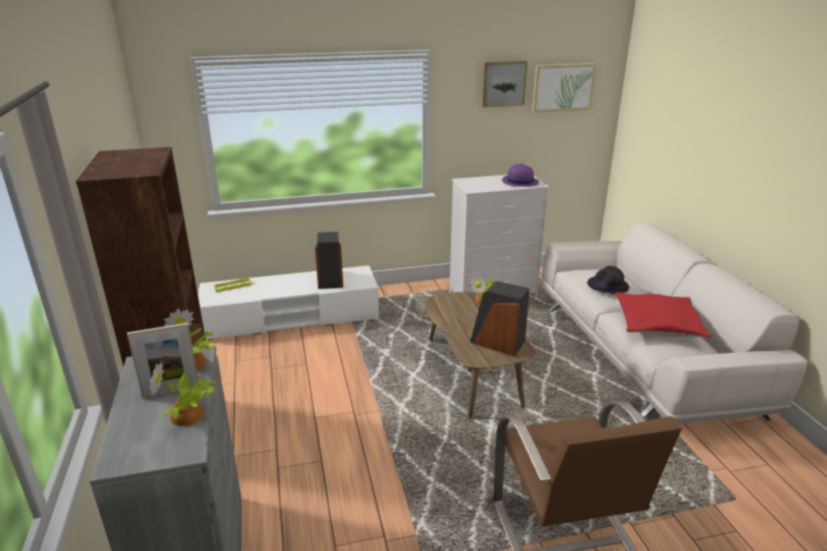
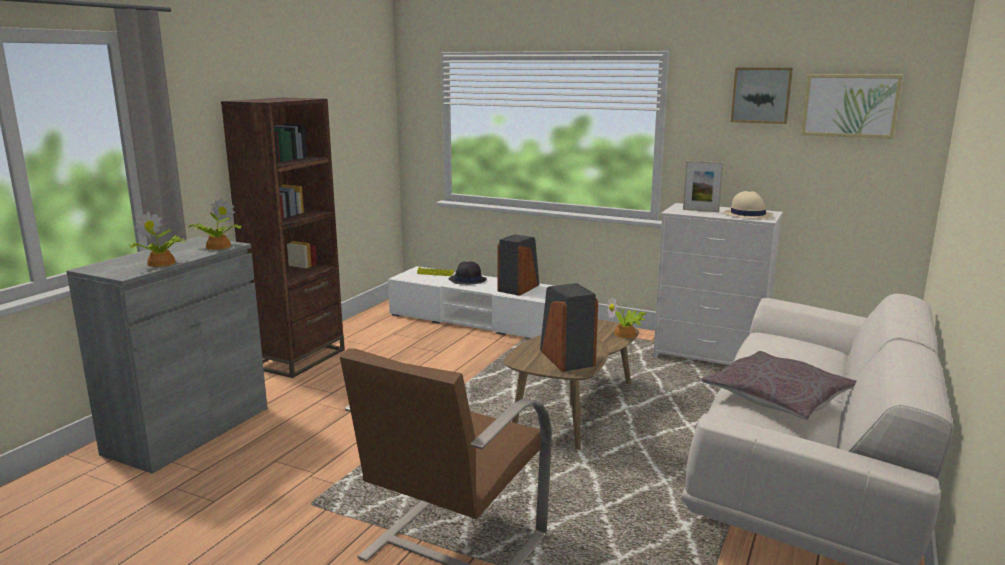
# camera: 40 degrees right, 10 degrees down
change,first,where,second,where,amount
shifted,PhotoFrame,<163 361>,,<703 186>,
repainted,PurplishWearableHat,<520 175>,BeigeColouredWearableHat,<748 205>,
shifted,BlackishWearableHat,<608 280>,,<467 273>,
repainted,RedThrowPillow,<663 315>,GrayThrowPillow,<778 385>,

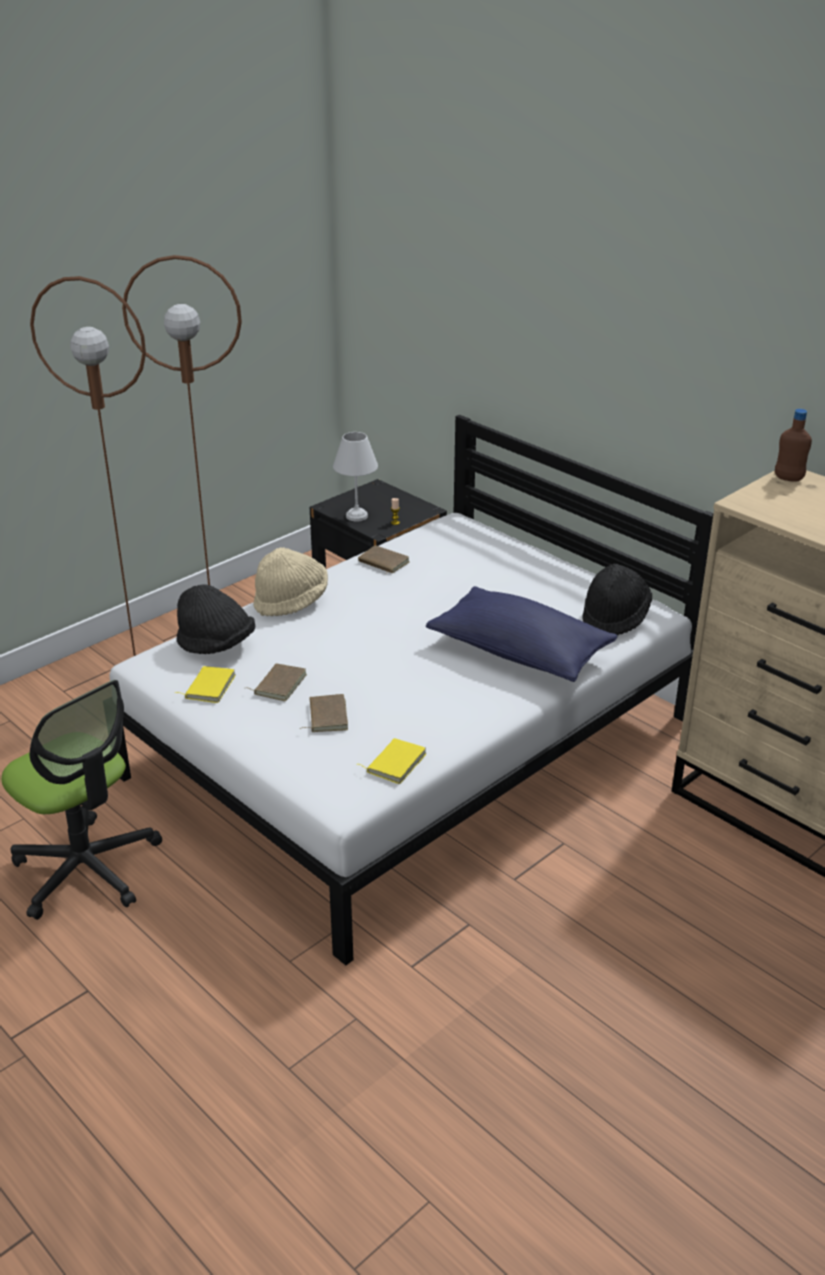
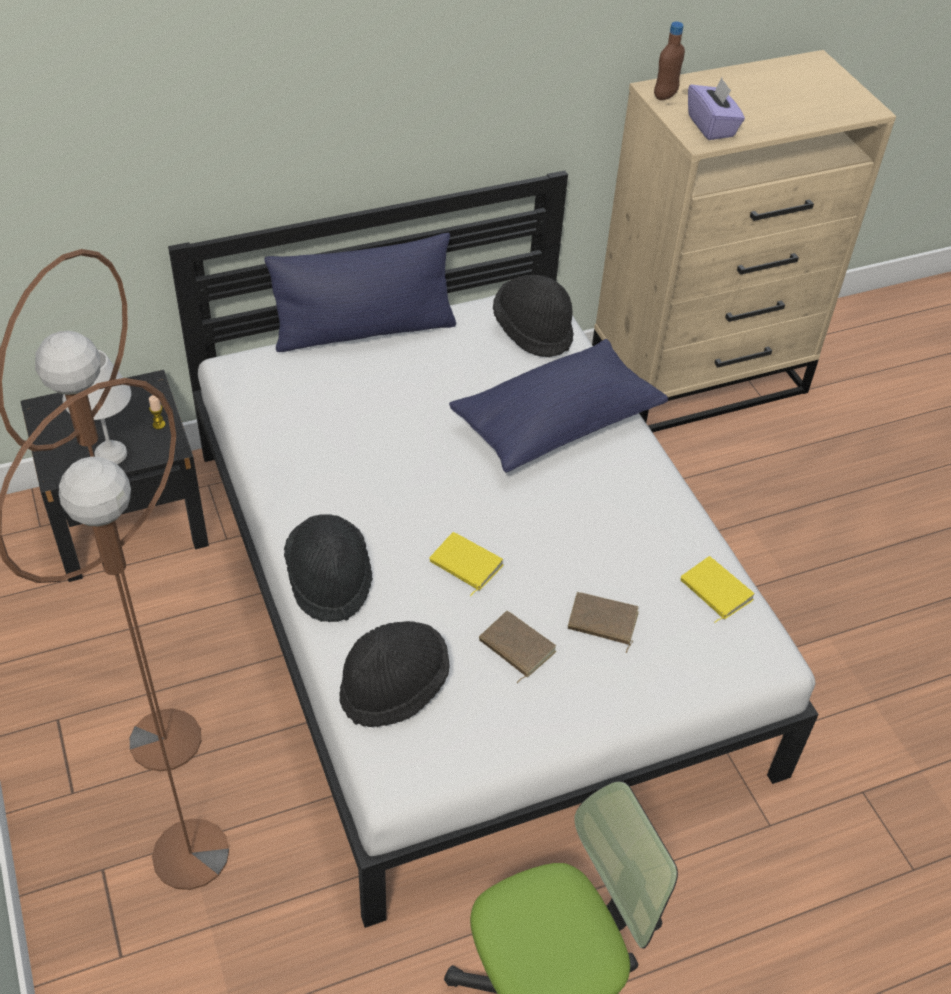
# camera: 70 degrees left, 15 degrees up
change,first,where,second,where,amount
shifted,YellowBook,<205 684>,,<466 564>,
repainted,BeigeColouredWearableHat,<290 581>,BlackishWearableHat,<328 568>,
gone,BrownishBook,<384 559>,,,
new,,,BlueThrowPillow,<360 292>,
new,,,PurplishTissueBox,<716 109>,

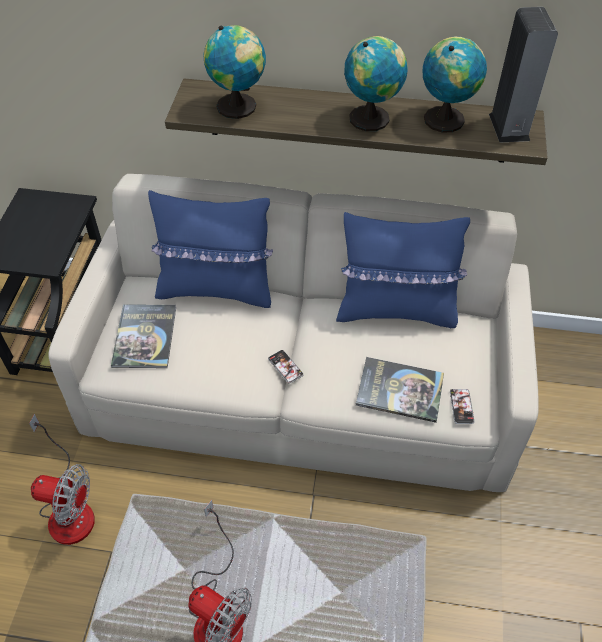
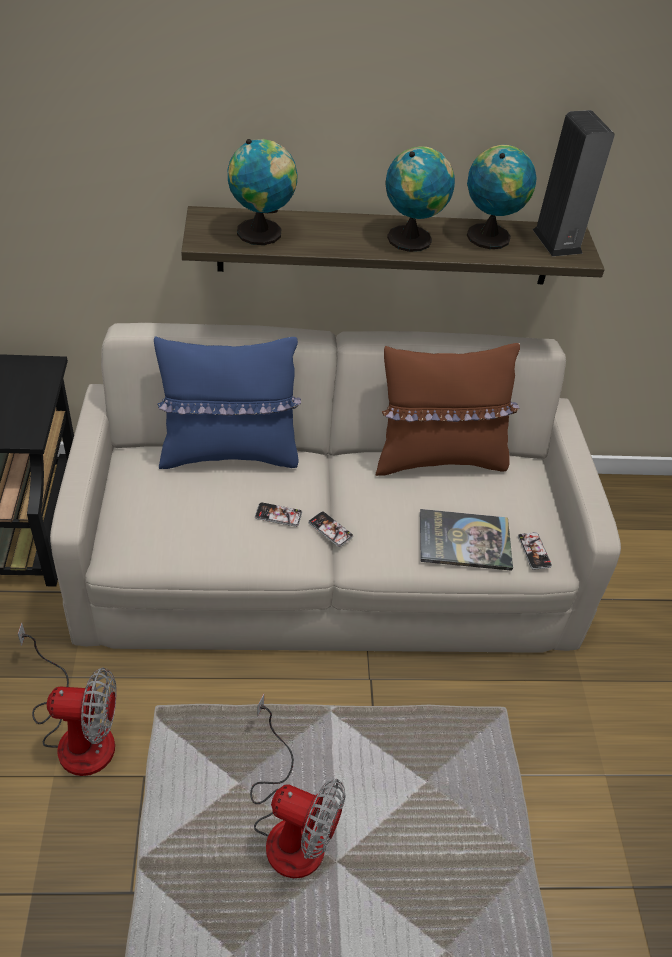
# camera: 15 degrees left, 5 degrees down
change,first,where,second,where,amount
gone,Book,<143 336>,,,
repainted,BlueThrowPillow,<403 270>,BrownishThrowPillow,<448 409>,
new,,,Phone,<278 514>,

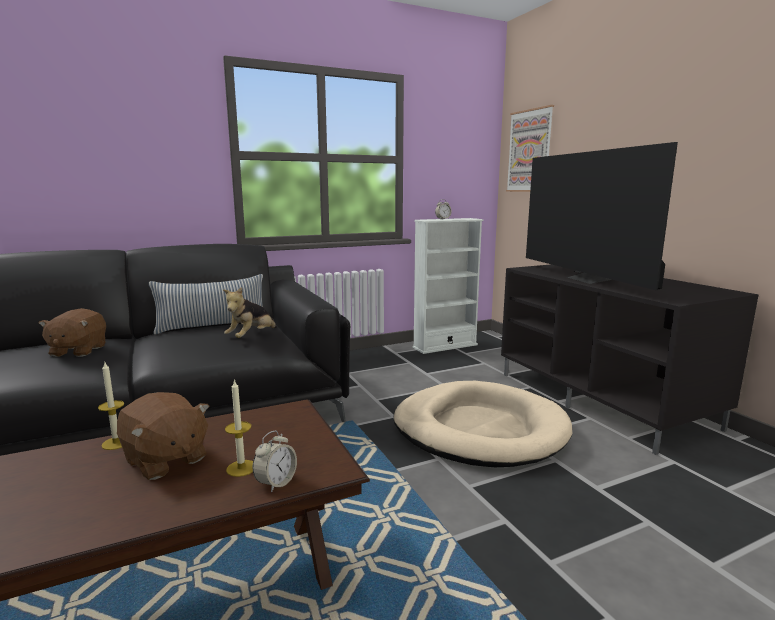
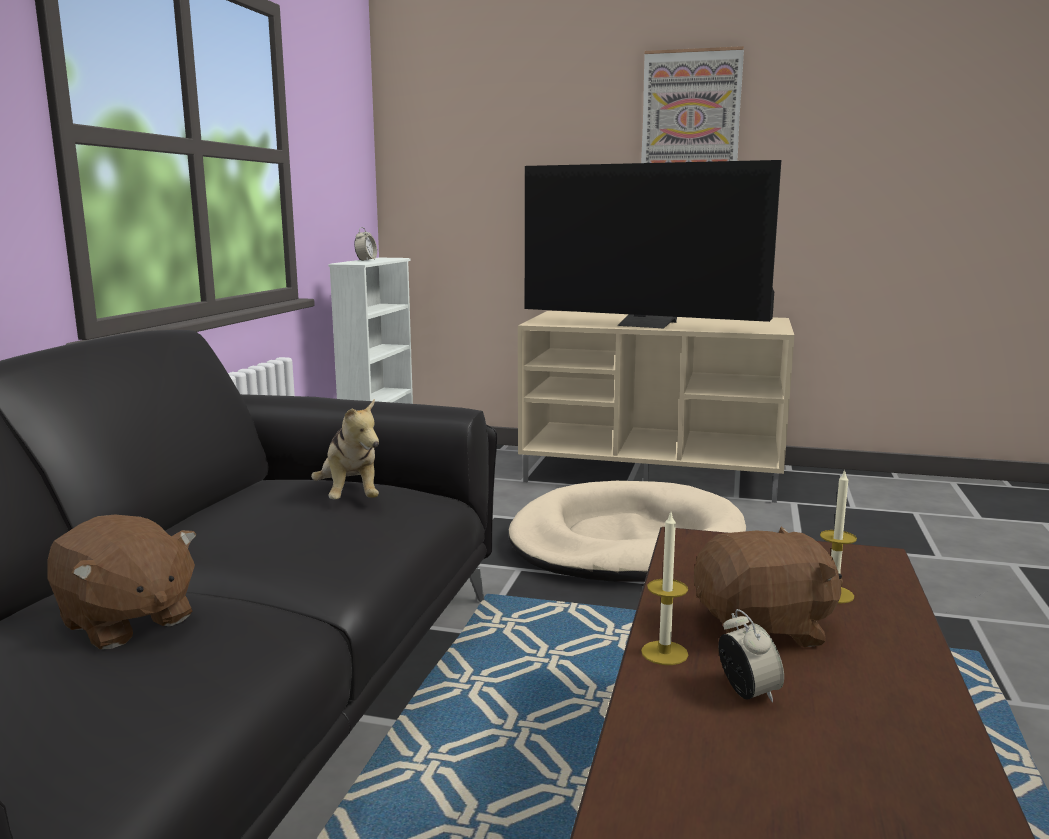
# camera: 50 degrees left, 0 degrees up
change,first,where,second,where,amount
gone,ThrowPillow,<206 304>,,,
shifted,BedsideClock,<275 462>,,<751 656>,
repainted,BlackishTvUnit,<630 359>,BeigeColouredTvUnit,<656 407>,
shifted,WallPicture,<530 148>,,<692 104>,

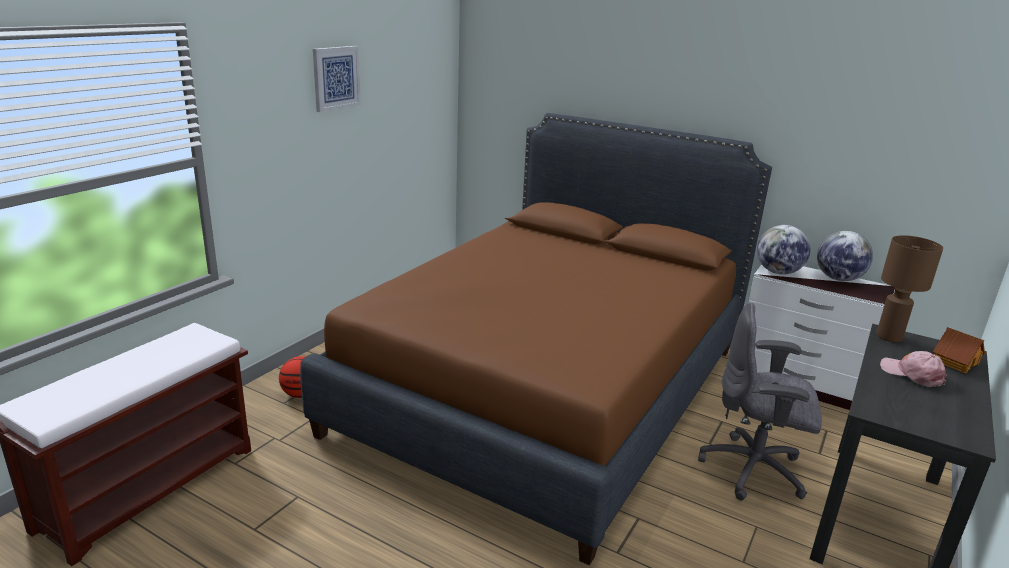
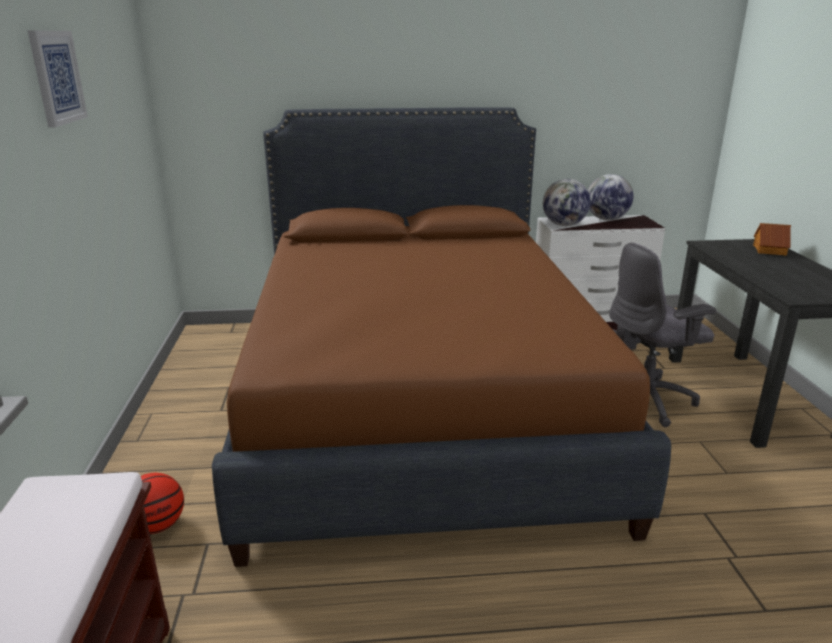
# camera: 35 degrees left, 0 degrees up
change,first,where,second,where,amount
gone,BrownishLampForATable,<909 288>,,,
gone,PinkCap,<913 369>,,,

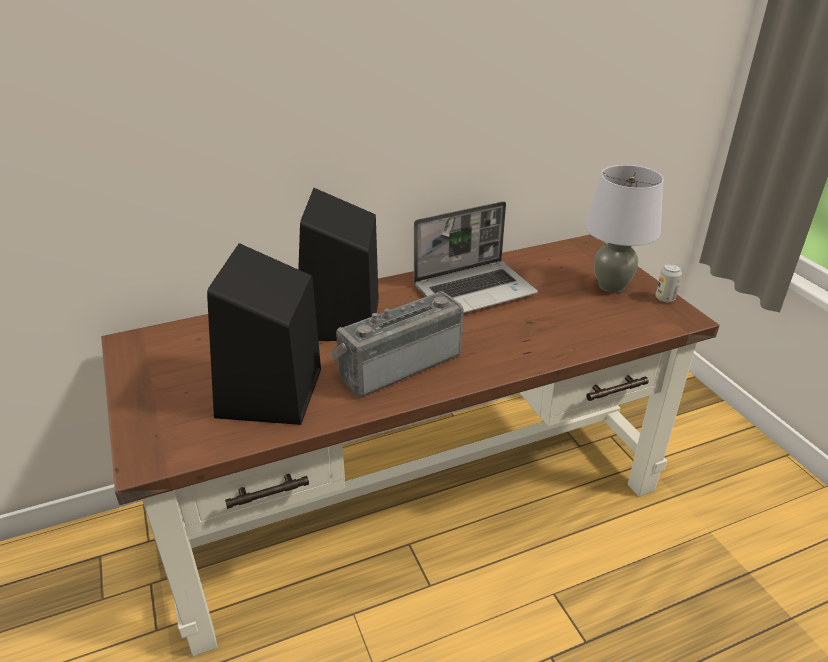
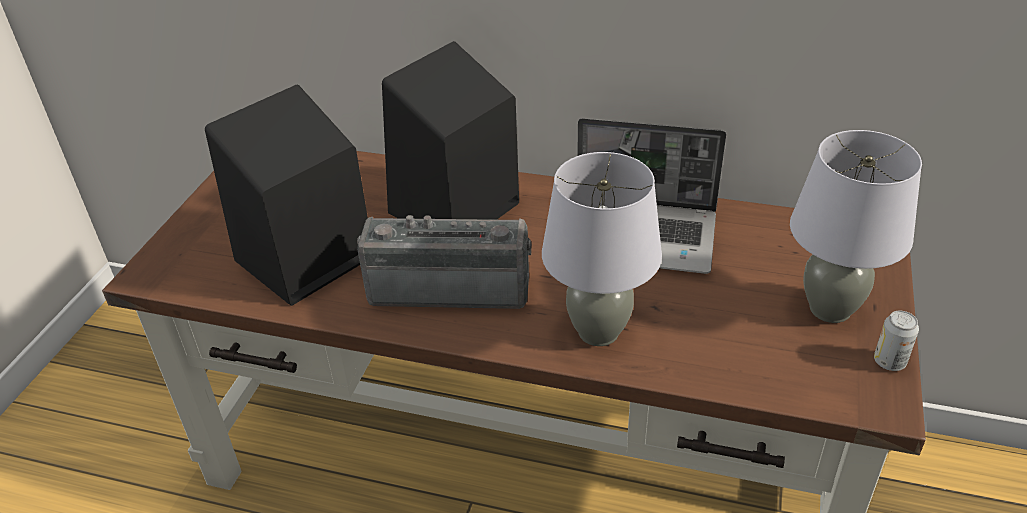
# camera: 40 degrees right, 5 degrees up
change,first,where,second,where,amount
new,,,GrayLampForATable,<602 249>,

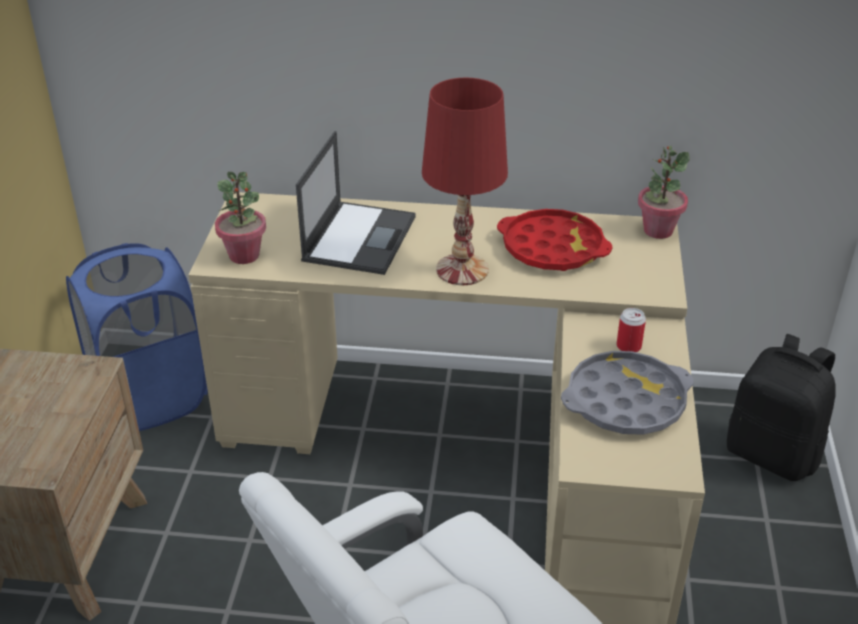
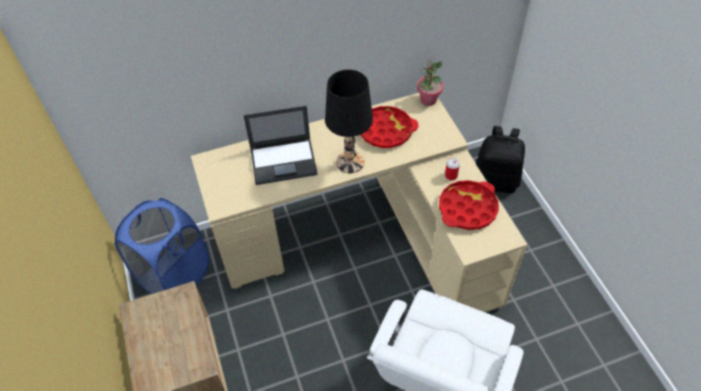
# camera: 25 degrees left, 15 degrees up
change,first,where,second,where,amount
gone,PottedPlant,<240 218>,,,
rotated,NotebookComputer,<356 203>,,<280 145>,90 degrees clockwise
repainted,RedLampForATable,<465 181>,BlackishLampForATable,<349 121>,
repainted,GrayServingTray,<627 393>,RedServingTray,<469 205>,

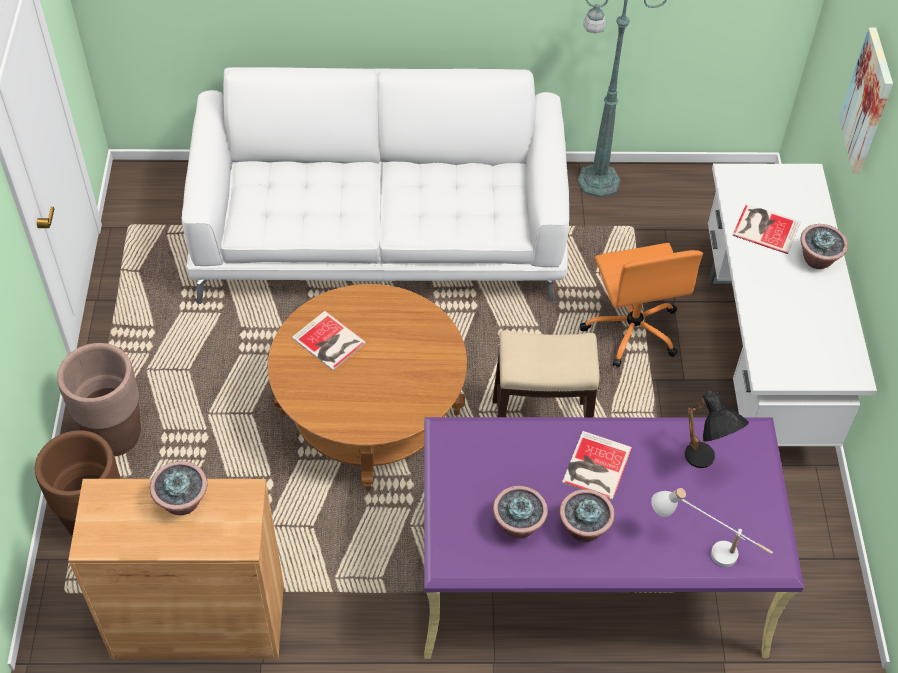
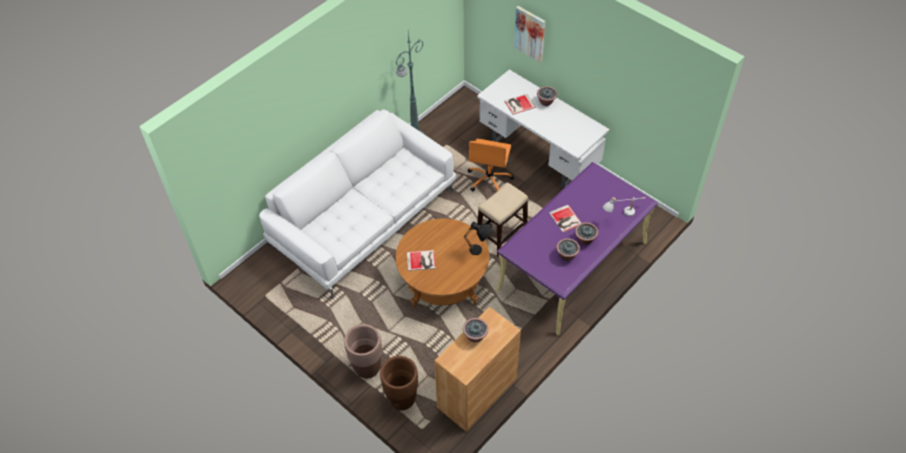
# camera: 45 degrees left, 0 degrees up
change,first,where,second,where,amount
rotated,OrangeyOfficeChair,<641 305>,,<490 165>,75 degrees clockwise
shifted,BlackishLampForATable,<717 429>,,<477 238>,

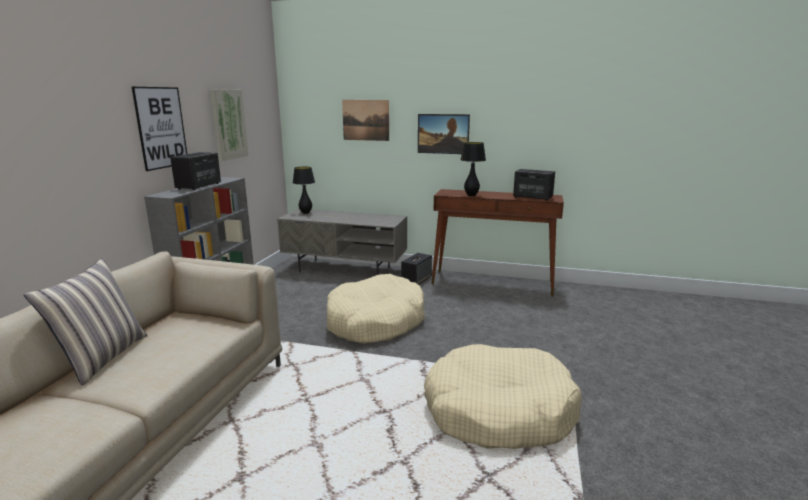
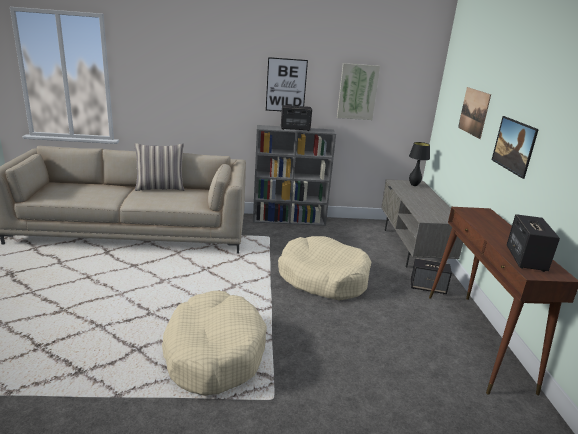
# camera: 70 degrees right, 5 degrees up
change,first,where,second,where,amount
gone,BlackishLampForATable,<473 169>,,,

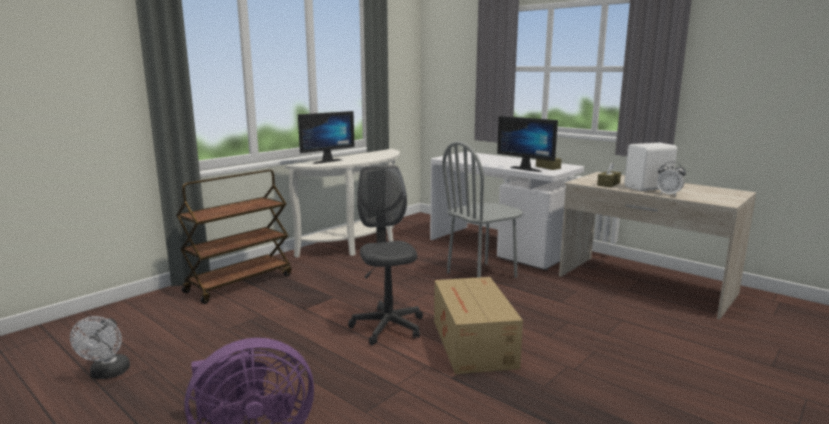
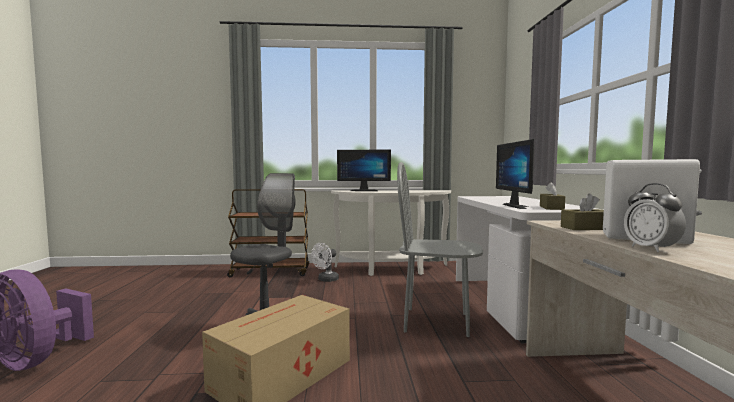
# camera: 45 degrees right, 10 degrees down
change,first,where,second,where,amount
shifted,WhiteColouredElectricFan,<100 347>,,<325 262>,

